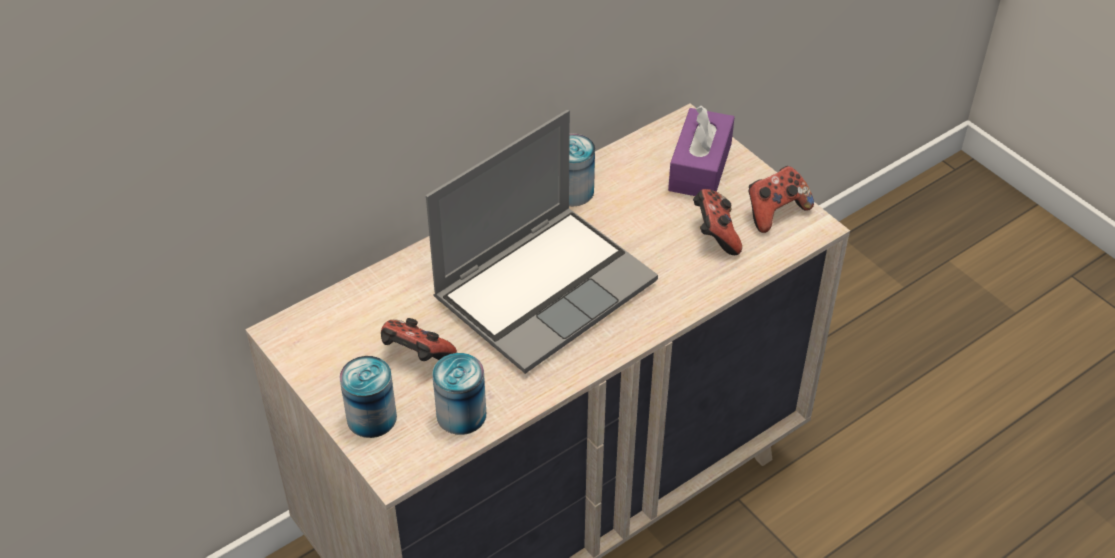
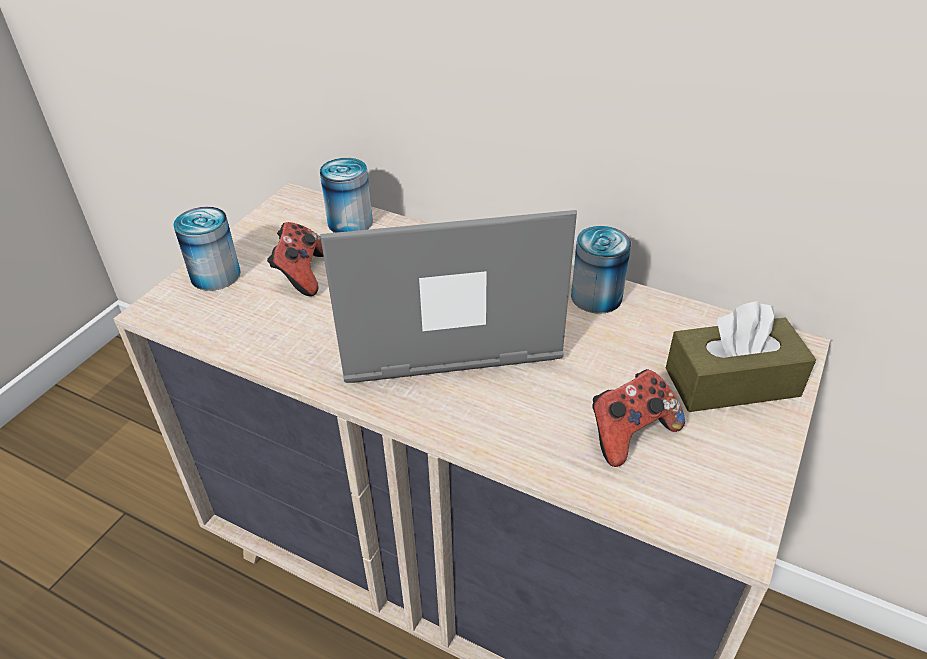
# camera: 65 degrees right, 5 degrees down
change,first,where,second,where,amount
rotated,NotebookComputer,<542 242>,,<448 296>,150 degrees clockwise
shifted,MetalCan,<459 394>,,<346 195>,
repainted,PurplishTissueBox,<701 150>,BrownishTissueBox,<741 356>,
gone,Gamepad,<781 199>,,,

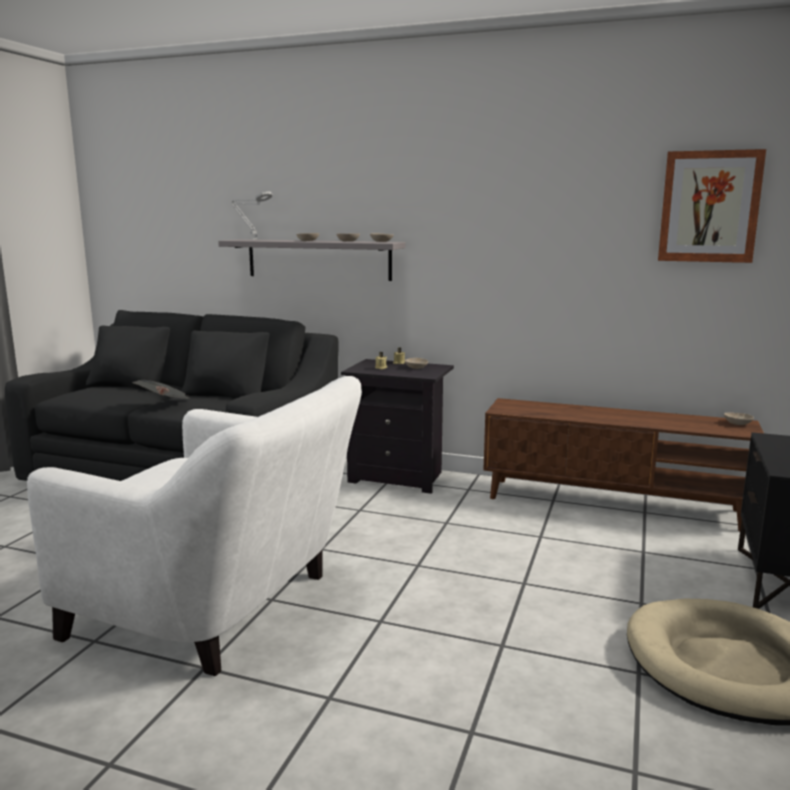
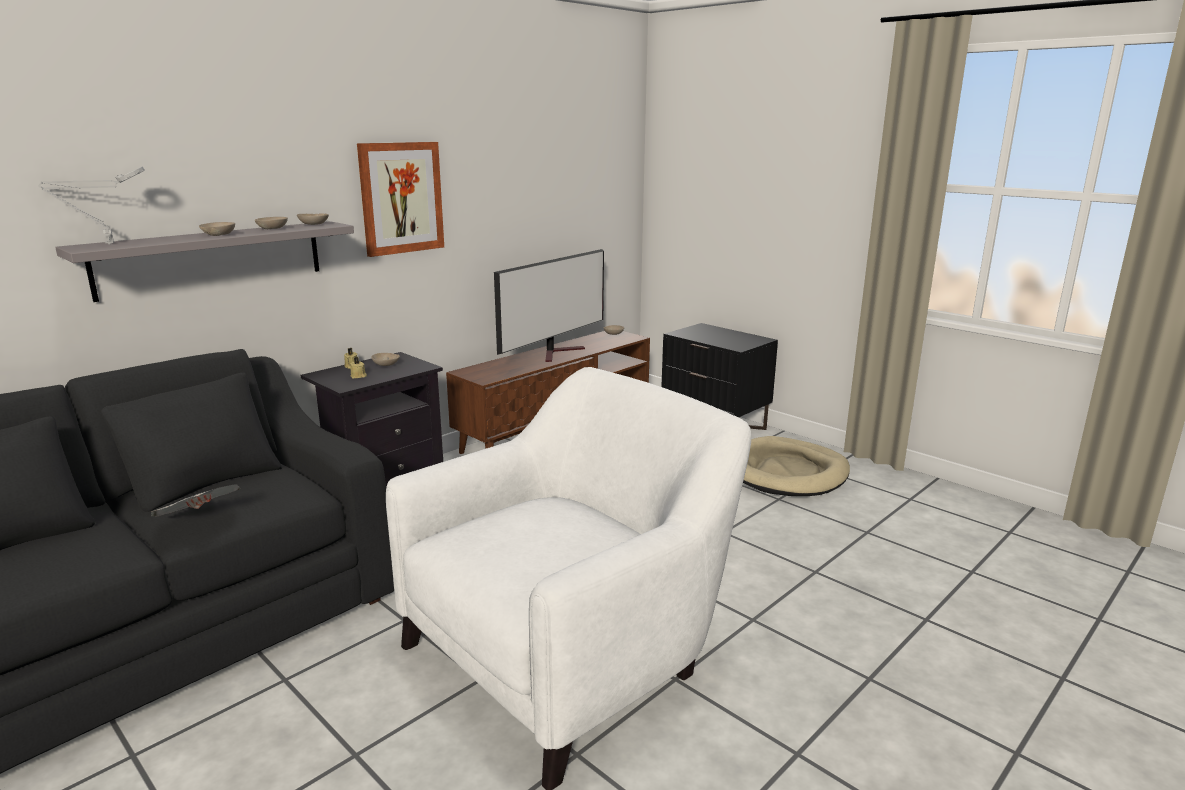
# camera: 65 degrees left, 5 degrees up
change,first,where,second,where,amount
shifted,WallPicture,<712 206>,,<400 199>,
new,,,TvSet,<549 305>,

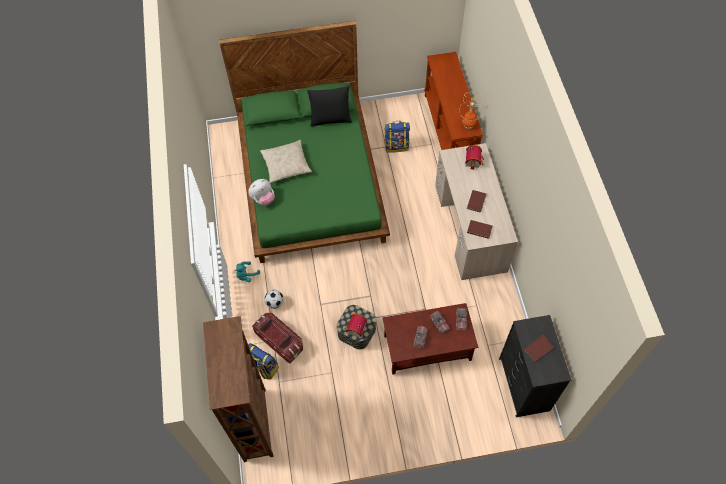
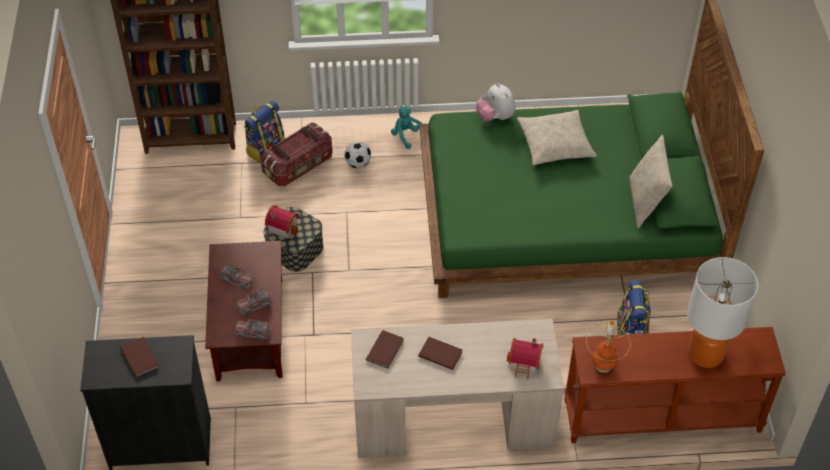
# camera: 95 degrees right, 10 degrees down
change,first,where,second,where,amount
repainted,BlackishThrowPillow,<329 106>,BeigeColouredThrowPillow,<651 181>,
new,,,LampForATable,<722 312>,

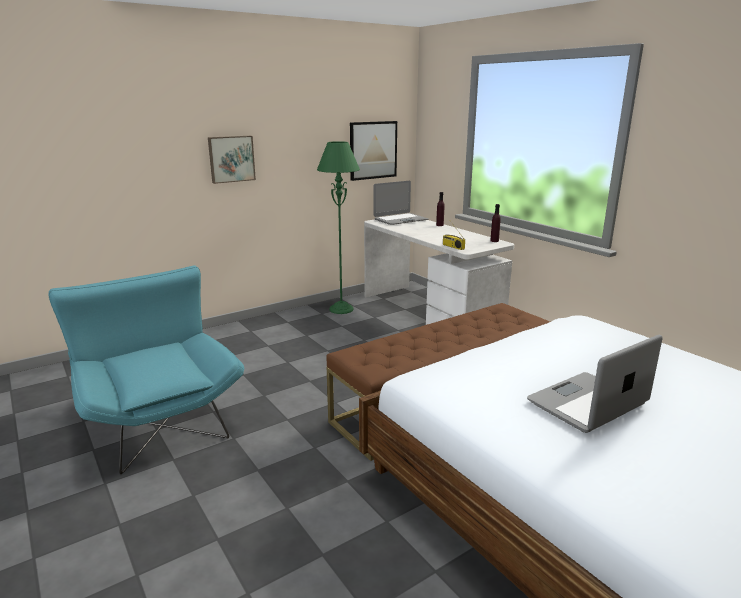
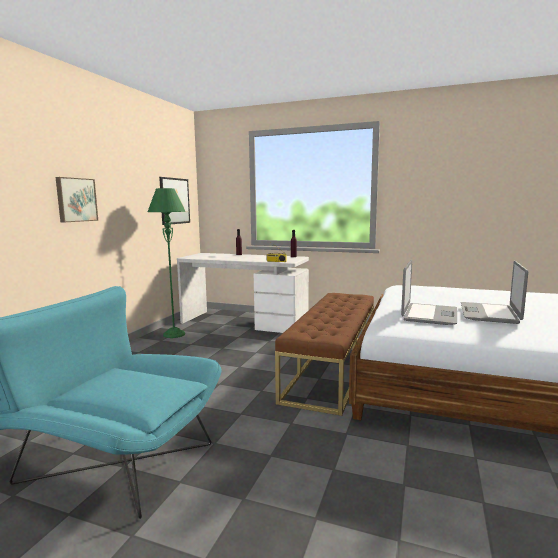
# camera: 35 degrees left, 10 degrees down
change,first,where,second,where,amount
shifted,NotebookComputer,<401 203>,,<429 292>,

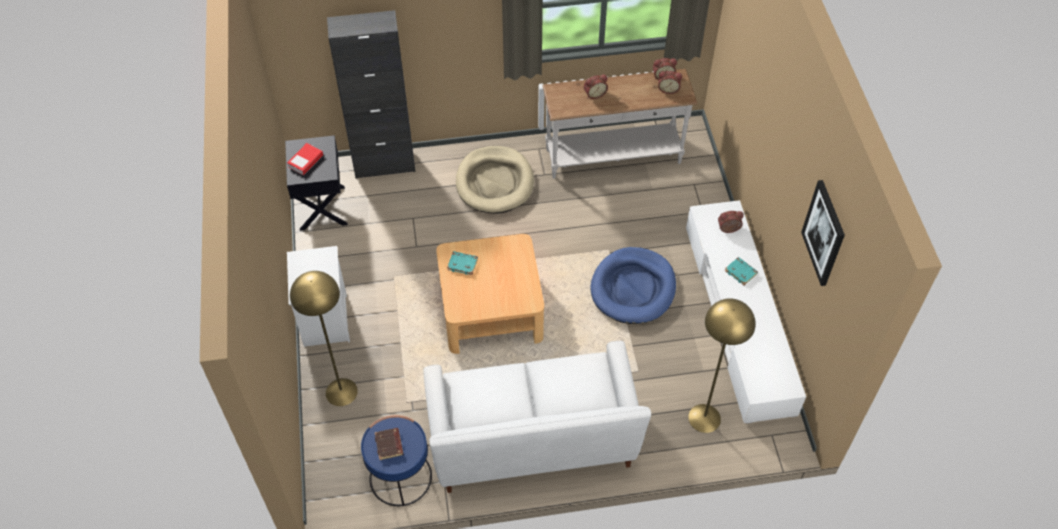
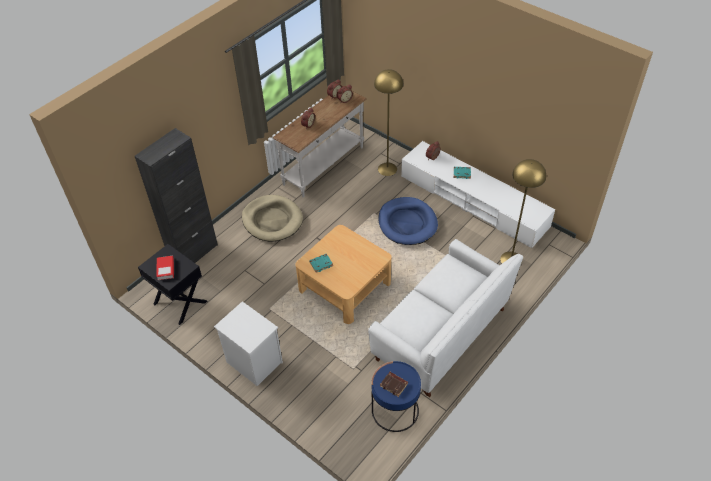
# camera: 40 degrees left, 5 degrees down
change,first,where,second,where,amount
shifted,YellowFloorLamp,<324 338>,,<388 122>,
gone,WallPicture,<823 233>,,,

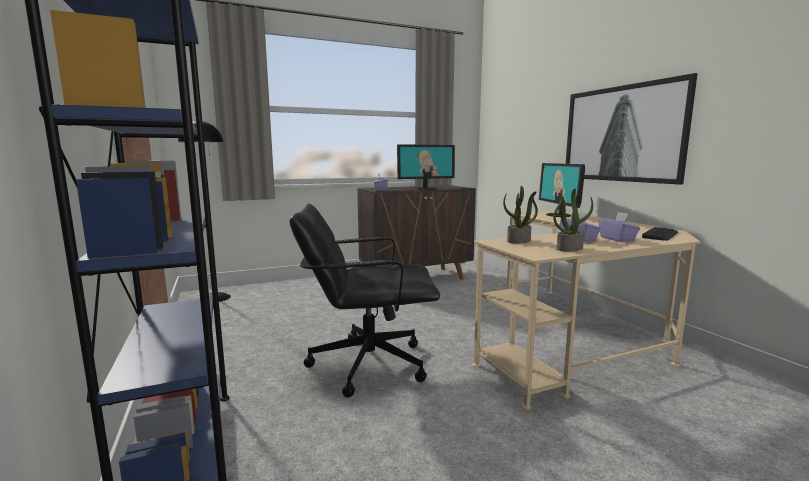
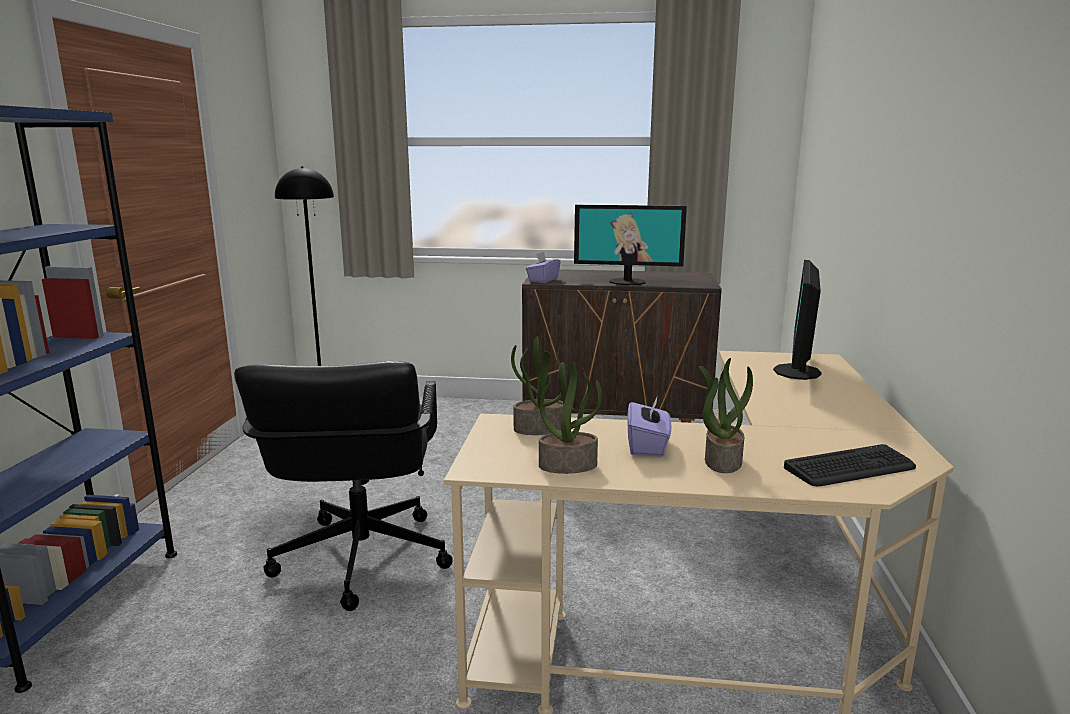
# camera: 30 degrees right, 5 degrees up
change,first,where,second,where,amount
rotated,BlackishOfficeChair,<365 301>,,<343 486>,120 degrees counterclockwise
gone,WallPicture,<632 129>,,,
swapped,PurplishTissueBox,<619 227>,PottedPlant,<726 415>,

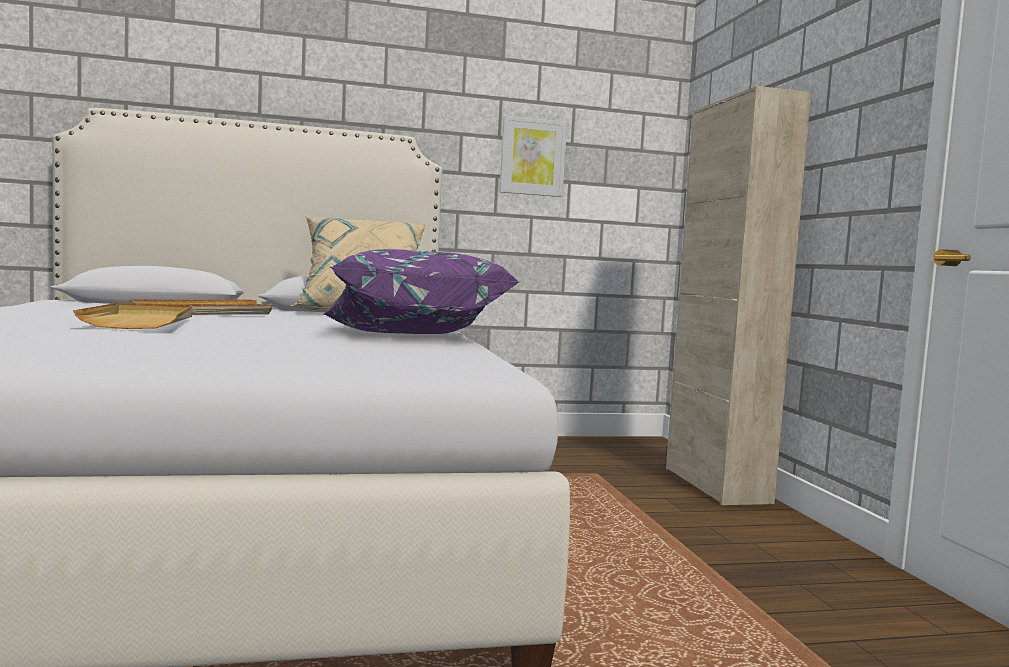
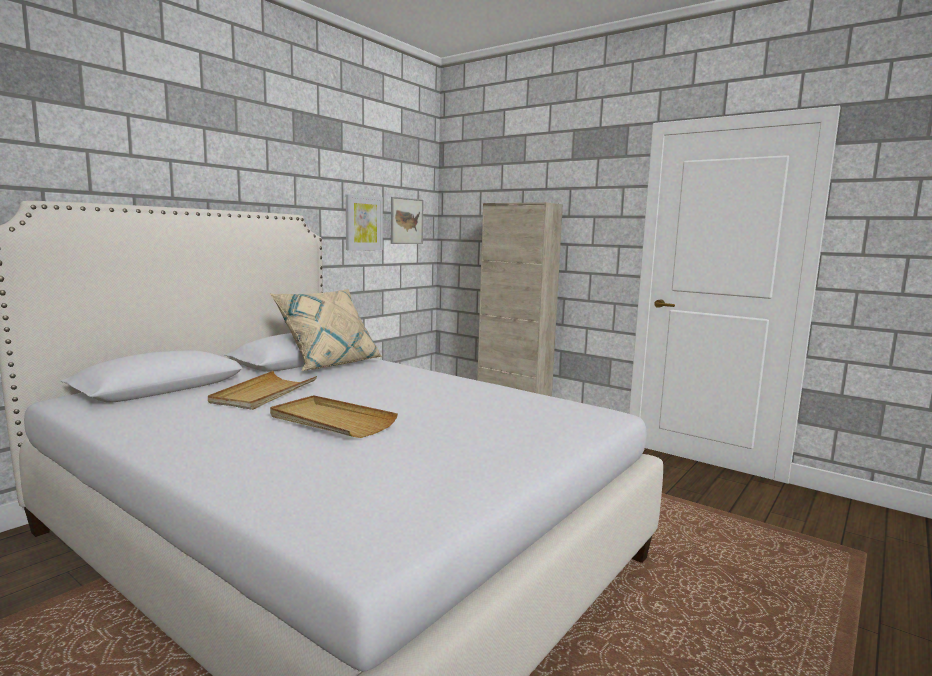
# camera: 40 degrees left, 5 degrees up
change,first,where,second,where,amount
gone,PurplishThrowPillow,<421 291>,,,
new,,,WallPicture,<407 220>,

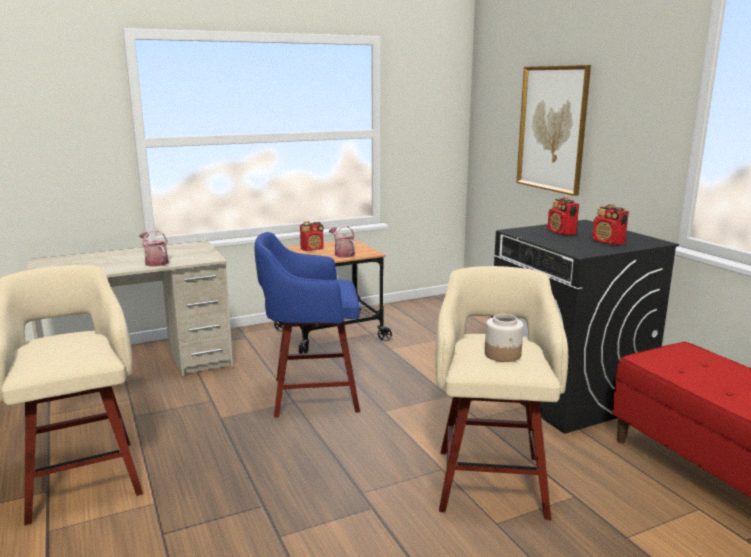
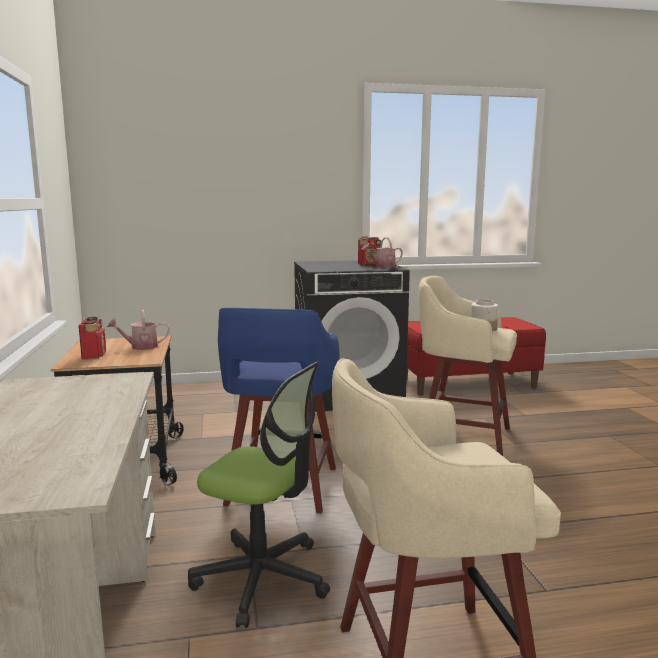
# camera: 75 degrees left, 5 degrees down
change,first,where,second,where,amount
shifted,WateringCan,<154 248>,,<382 252>,
gone,WallPicture,<553 130>,,,
gone,RadioReceiver,<563 215>,,,
new,,,OfficeChair,<259 494>,

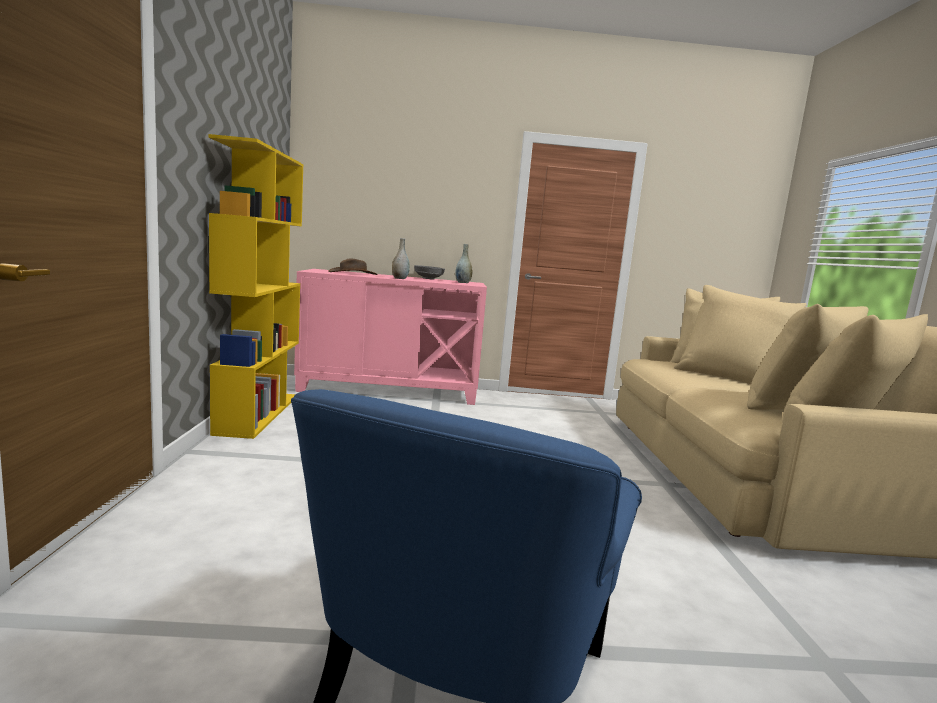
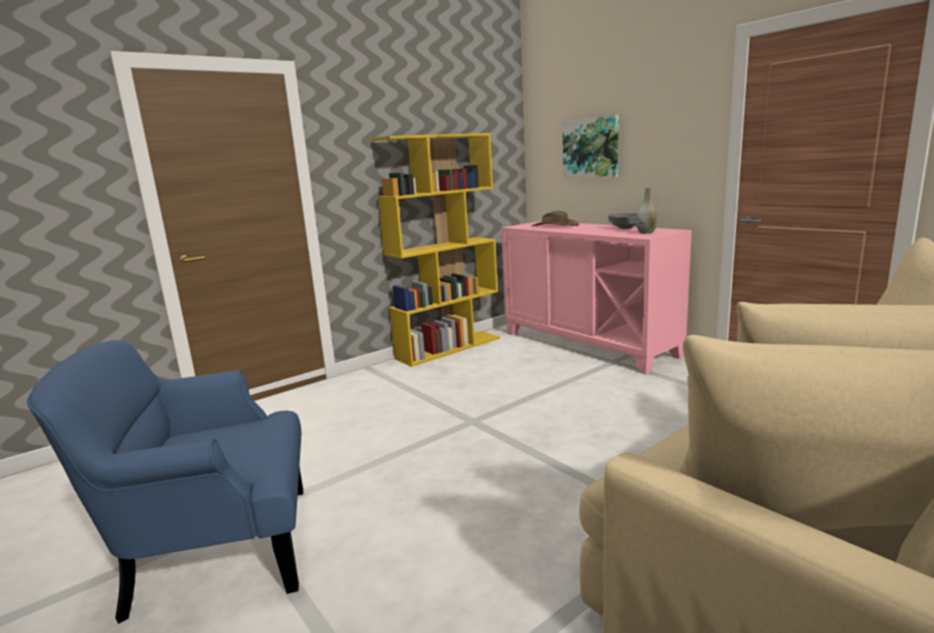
# camera: 55 degrees right, 5 degrees up
change,first,where,second,where,amount
gone,GrayFlowerVase,<401 258>,,,
new,,,WallPicture,<591 146>,

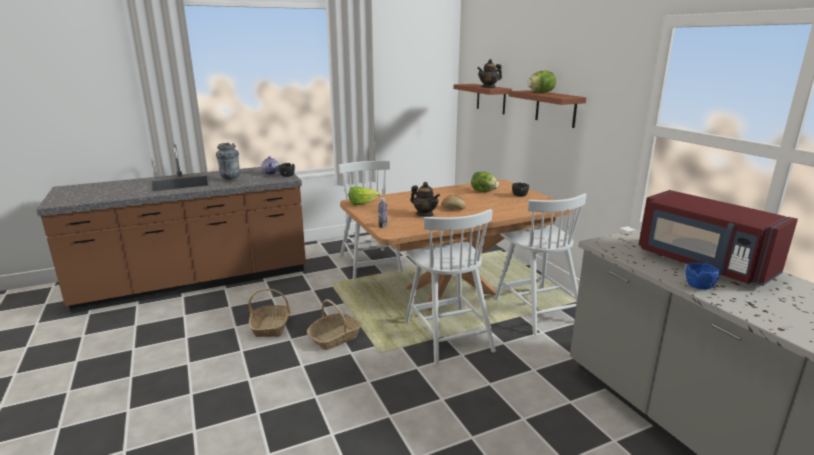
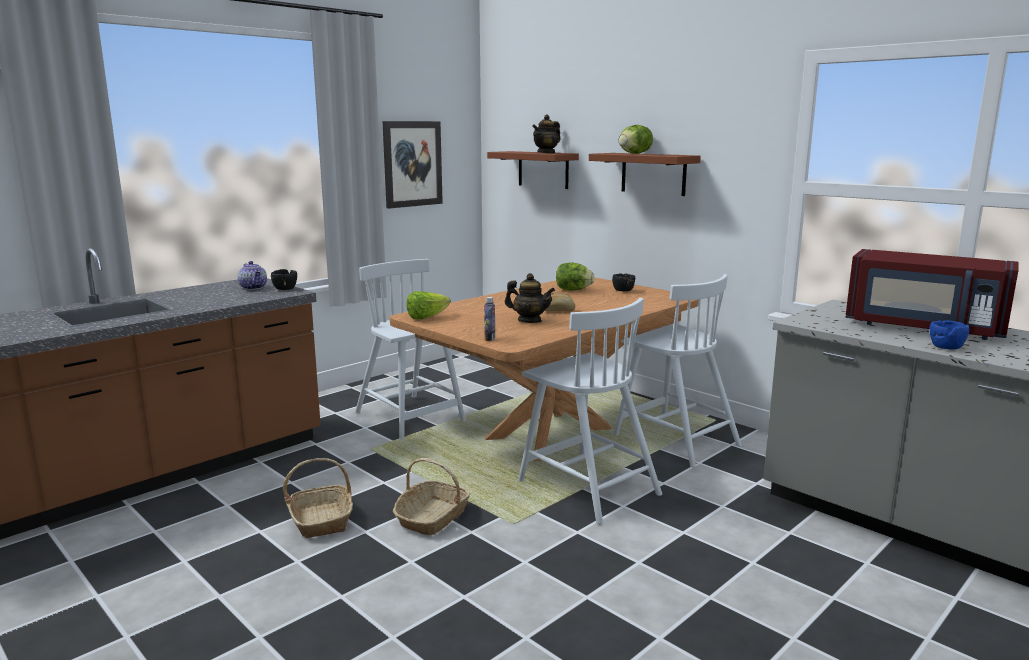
# camera: 20 degrees left, 5 degrees down
change,first,where,second,where,amount
gone,FlowerVase,<228 162>,,,
new,,,WallPicture,<412 165>,

